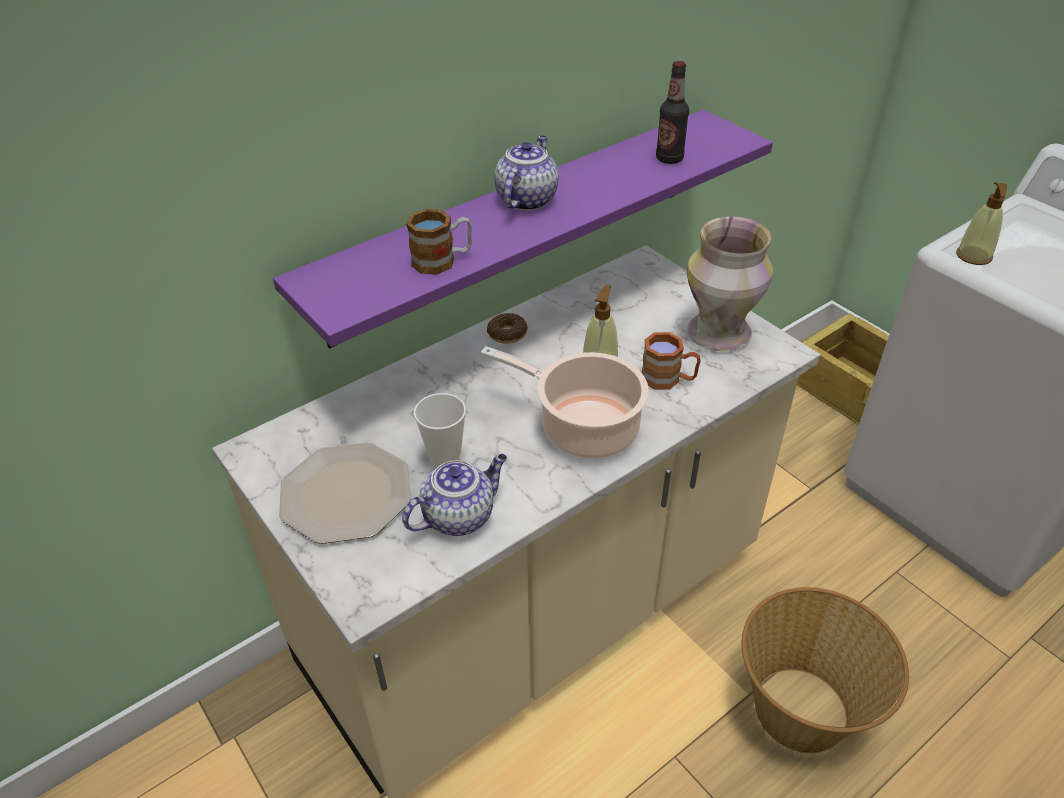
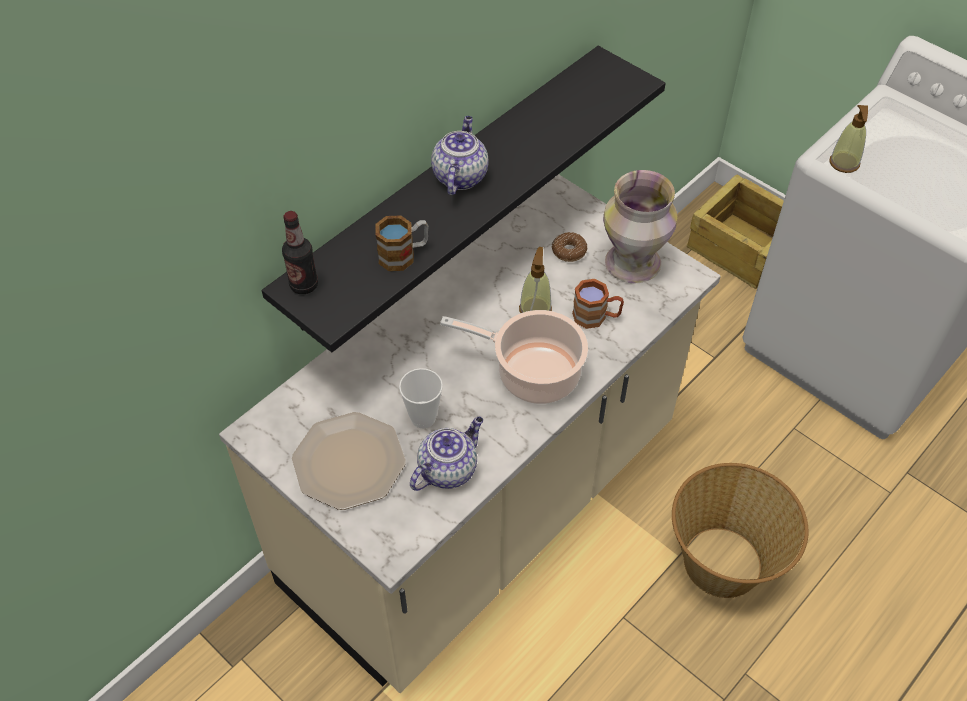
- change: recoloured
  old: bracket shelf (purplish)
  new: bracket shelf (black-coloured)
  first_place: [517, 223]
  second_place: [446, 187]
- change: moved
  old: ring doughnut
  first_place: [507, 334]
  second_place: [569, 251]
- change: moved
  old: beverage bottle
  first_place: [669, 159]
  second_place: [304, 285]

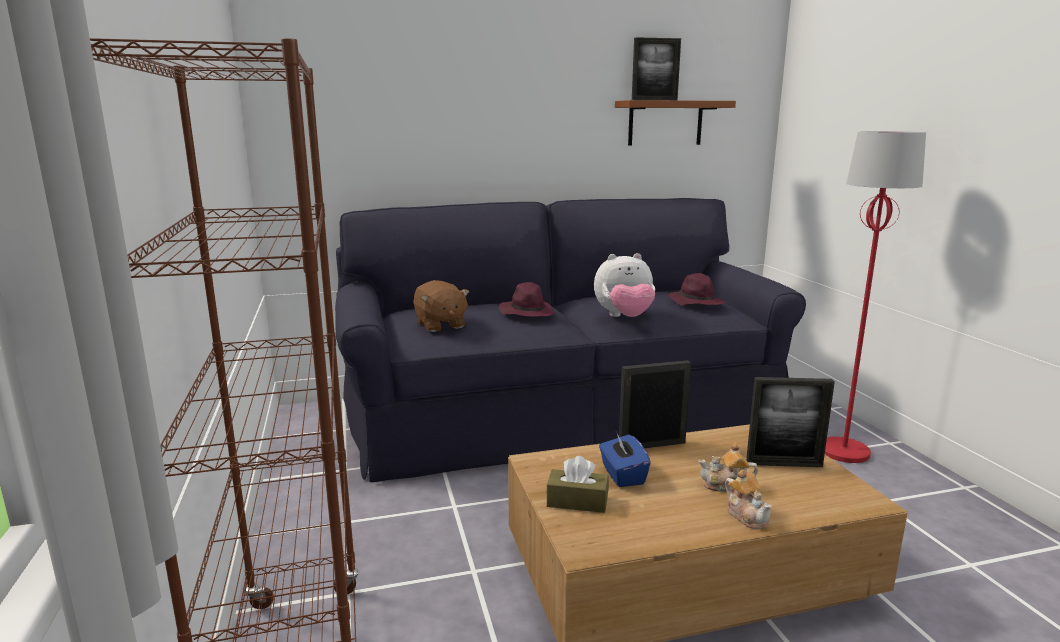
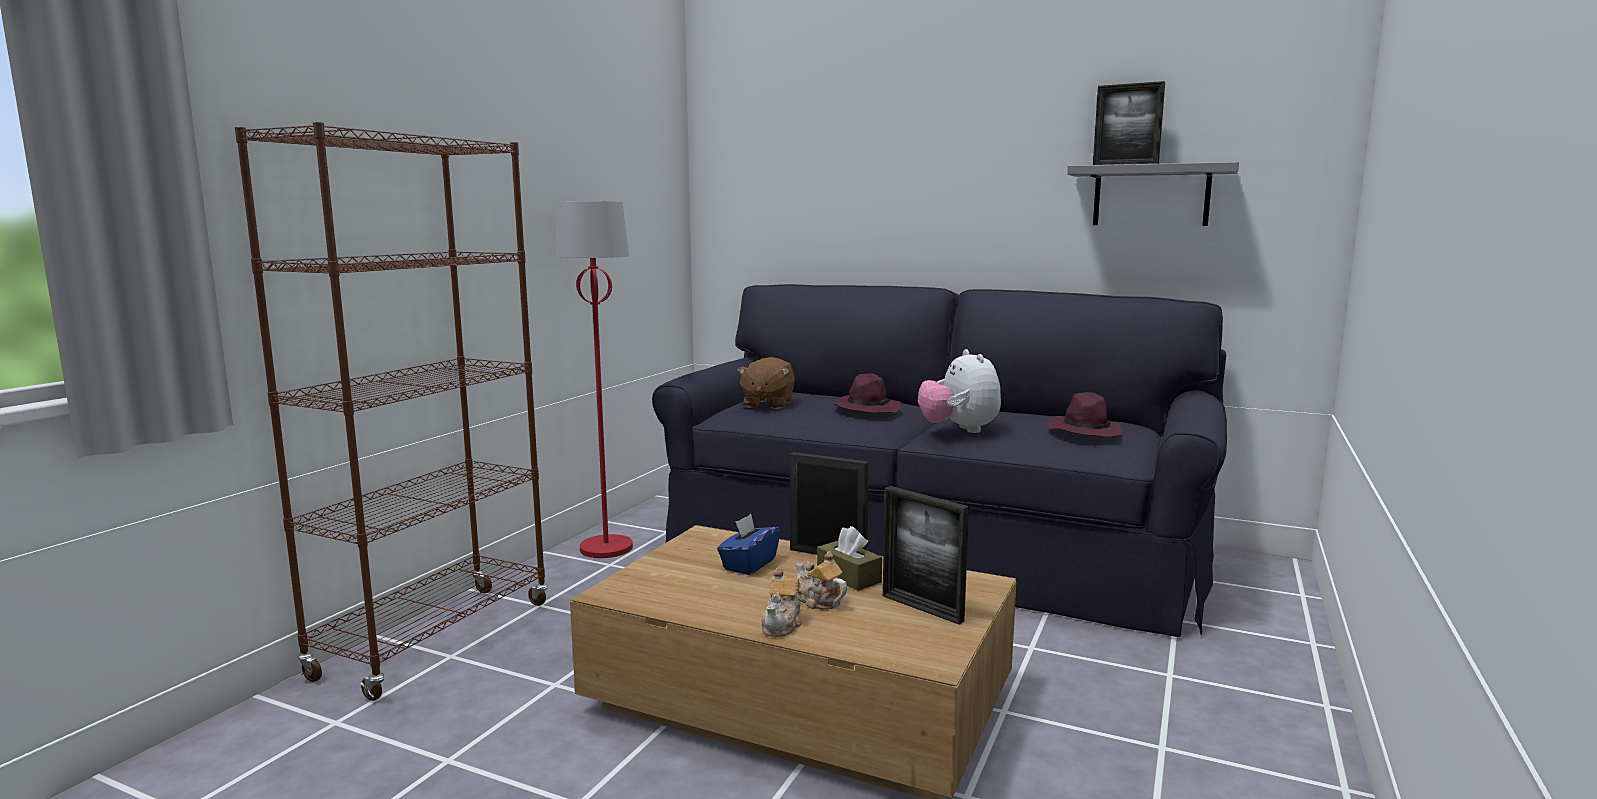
- change: moved
  old: box of tissues (brownish)
  first_place: [577, 501]
  second_place: [848, 577]
- change: turned
  old: plush toy
  first_place: [624, 317]
  second_place: [959, 430]
  degrees: 45
- change: recoloured
  old: bracket shelf (brownish)
  new: bracket shelf (grey)
  first_place: [665, 123]
  second_place: [1151, 196]
- change: moved
  old: standard lamp (red-coloured)
  first_place: [844, 451]
  second_place: [607, 548]

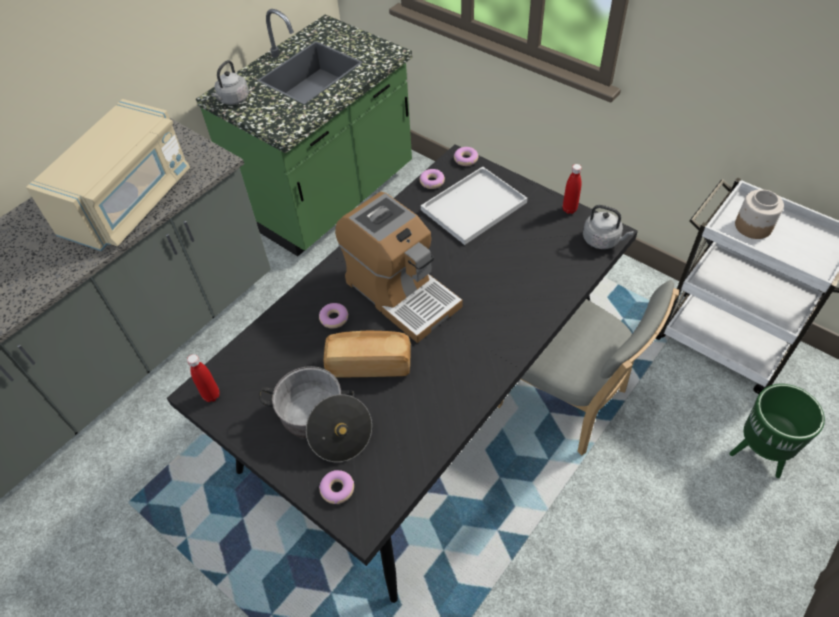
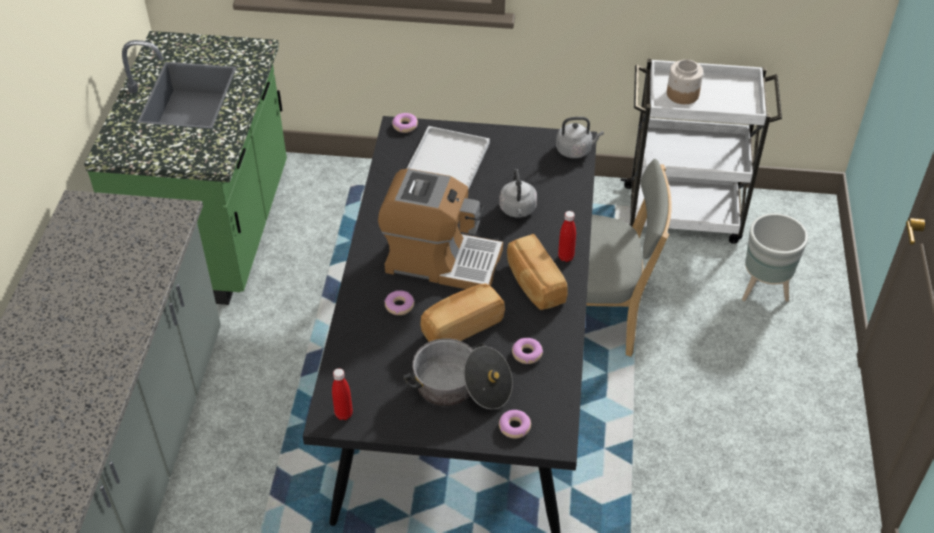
- change: removed
  old: microwave oven (sand-coloured)
  first_place: [129, 202]
- change: moved
  old: tea kettle (grey)
  first_place: [233, 100]
  second_place: [518, 210]
- change: moved
  old: ring doughnut
  first_place: [432, 182]
  second_place: [527, 354]
- change: moved
  old: beverage bottle (red-coloured)
  first_place: [569, 209]
  second_place: [565, 257]
- change: recoloured
  old: plant pot (green-coloured)
  new: plant pot (grey)
  first_place: [759, 455]
  second_place: [764, 290]
- change: added
  new: bakery bread
  second_place: [534, 284]

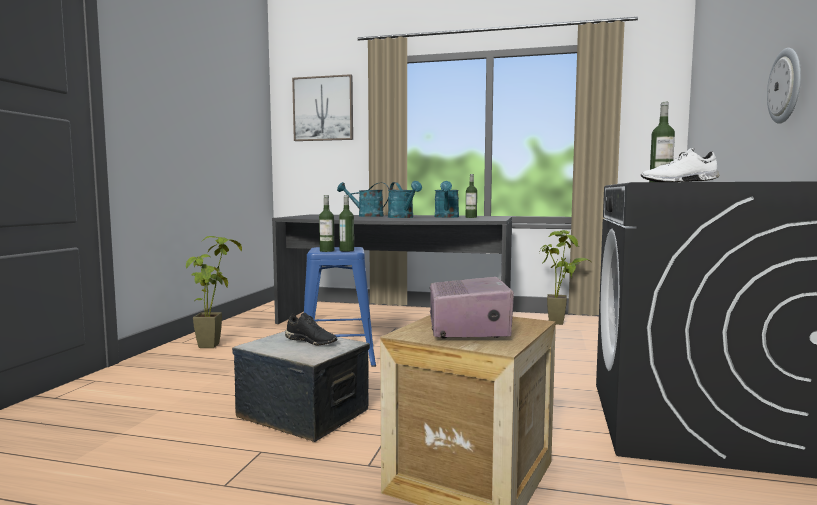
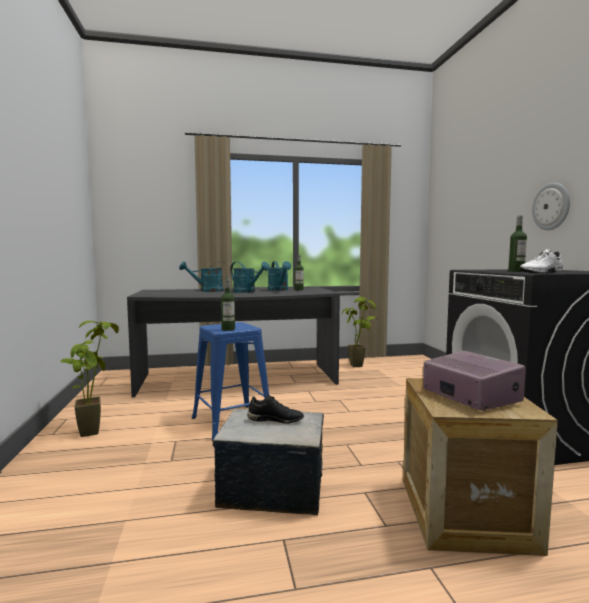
- change: removed
  old: wall picture
  first_place: [323, 109]
- change: removed
  old: beverage bottle
  first_place: [346, 250]

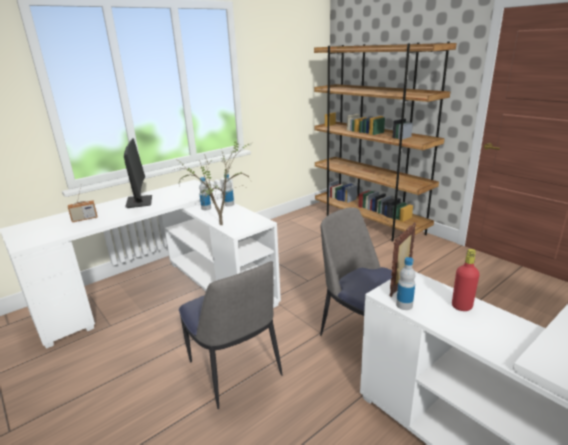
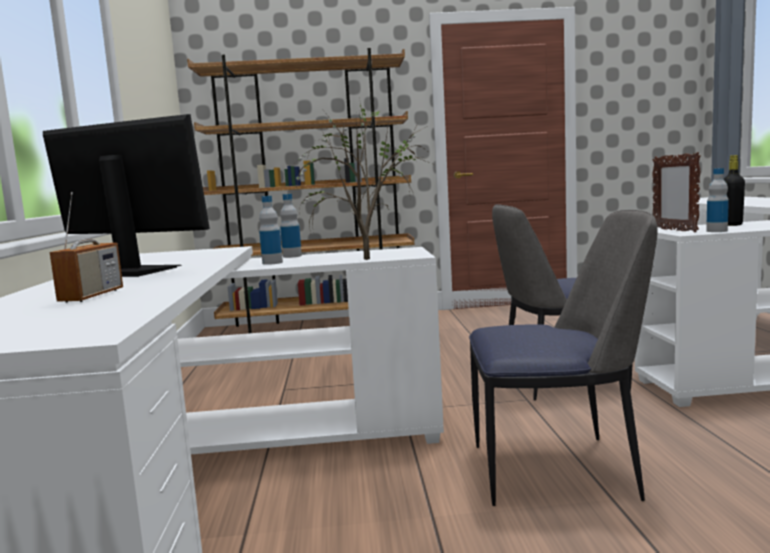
- change: recoloured
  old: beverage bottle (red-coloured)
  new: beverage bottle (black-coloured)
  first_place: [461, 306]
  second_place: [731, 225]

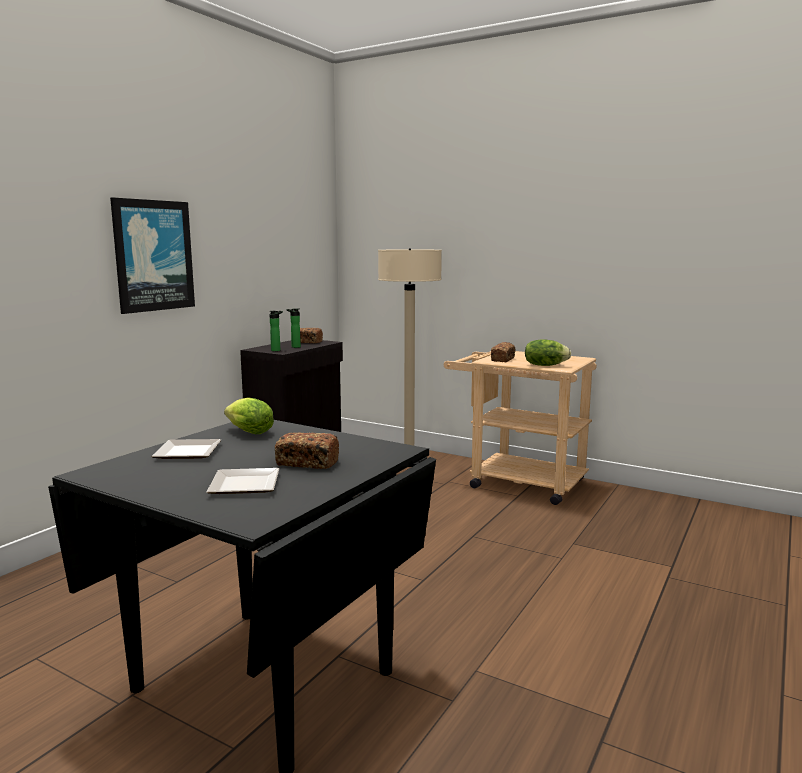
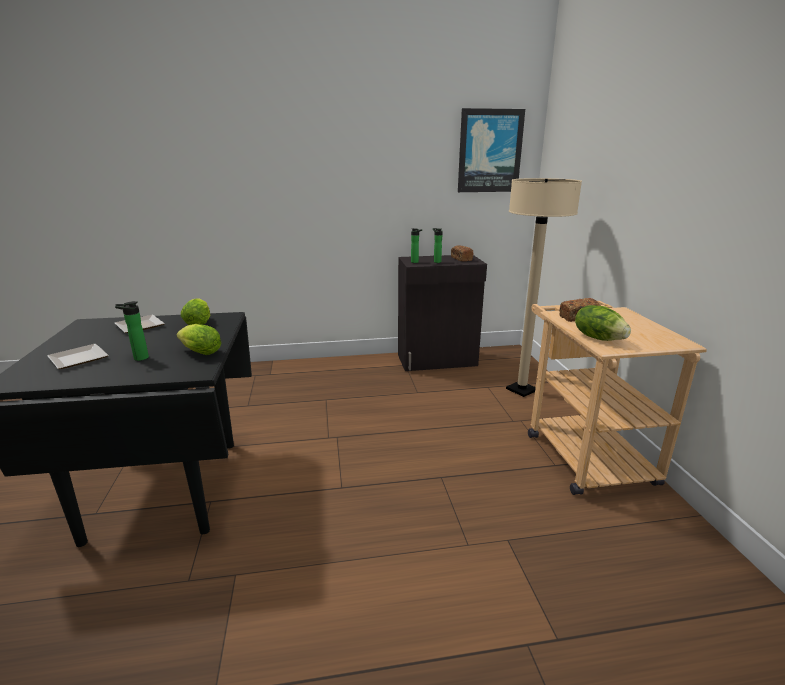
- change: moved
  old: wall picture
  first_place: [153, 255]
  second_place: [489, 151]
- change: replaced
  old: bakery bread
  new: beverage bottle
  first_place: [307, 463]
  second_place: [138, 358]
- change: added
  new: lettuce head
  second_place: [199, 352]

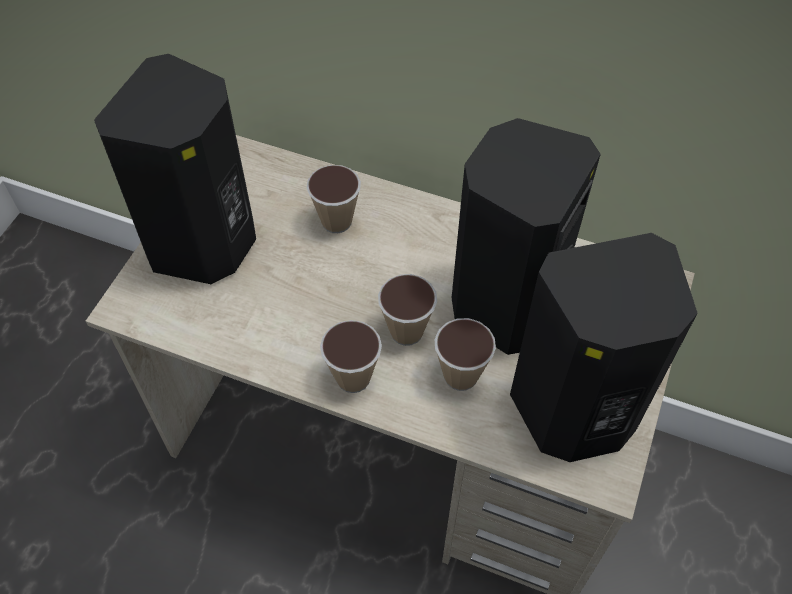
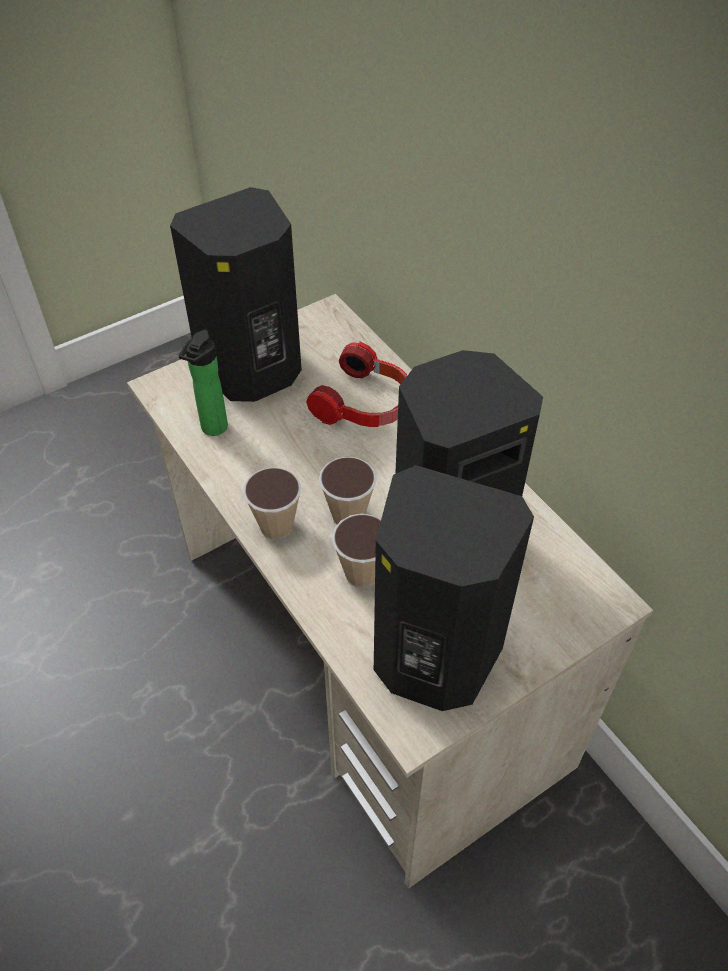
- change: replaced
  old: small cup
  new: headphones
  first_place: [336, 221]
  second_place: [366, 404]
- change: added
  new: beverage bottle
  second_place: [212, 429]

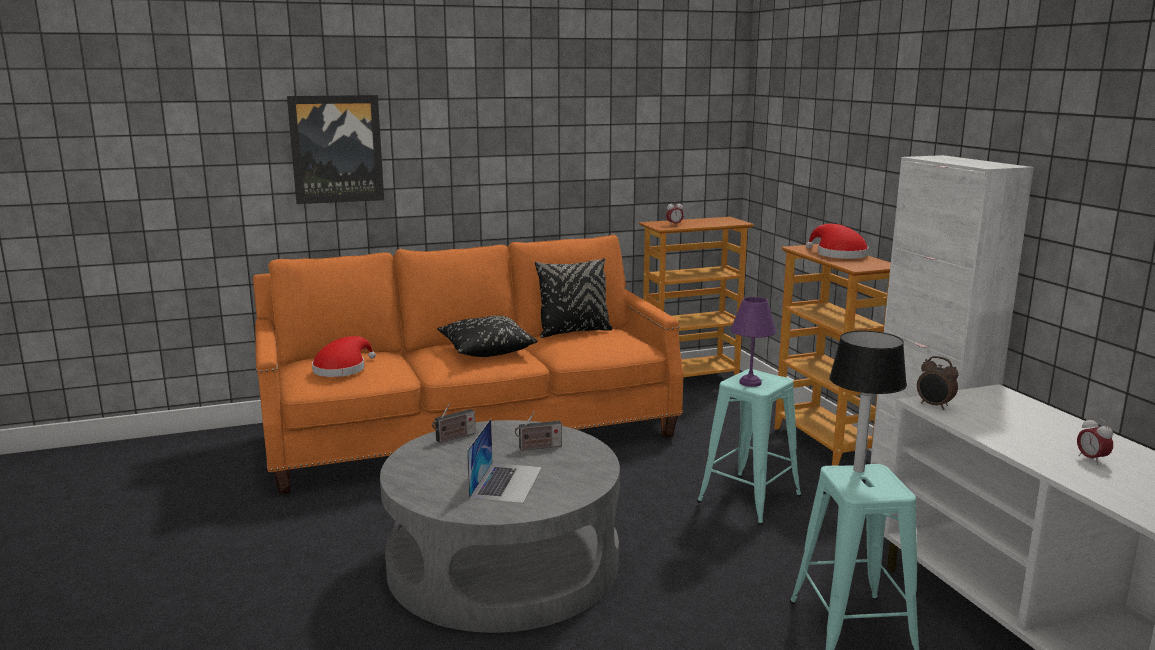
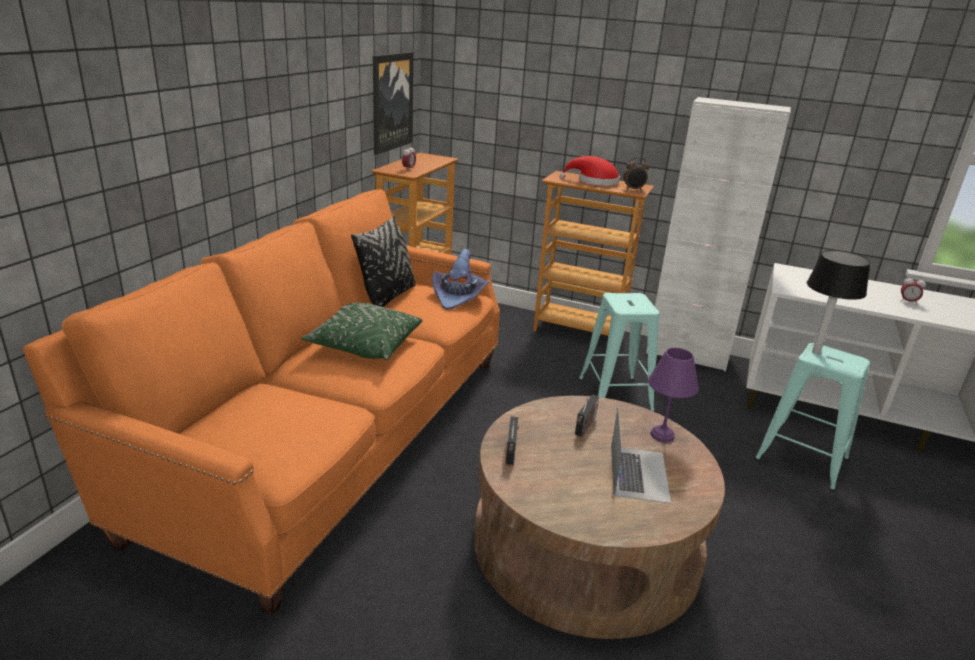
- change: moved
  old: wall picture
  first_place: [336, 149]
  second_place: [391, 102]
- change: removed
  old: hat (red-coloured)
  first_place: [342, 369]
- change: recoloured
  old: coffee table (grey)
  new: coffee table (brownish)
  first_place: [503, 562]
  second_place: [586, 543]
- change: recoloured
  old: pillow (black-coloured)
  new: pillow (green-coloured)
  first_place: [486, 350]
  second_place: [364, 345]
- change: turned
  old: laptop
  first_place: [506, 482]
  second_place: [638, 473]
  degrees: 45
- change: moved
  old: lamp for a table (purplish)
  first_place: [751, 383]
  second_place: [663, 435]
- change: moved
  old: bedside clock
  first_place: [934, 406]
  second_place: [633, 189]
- change: added
  new: hat (purplish)
  second_place: [458, 296]

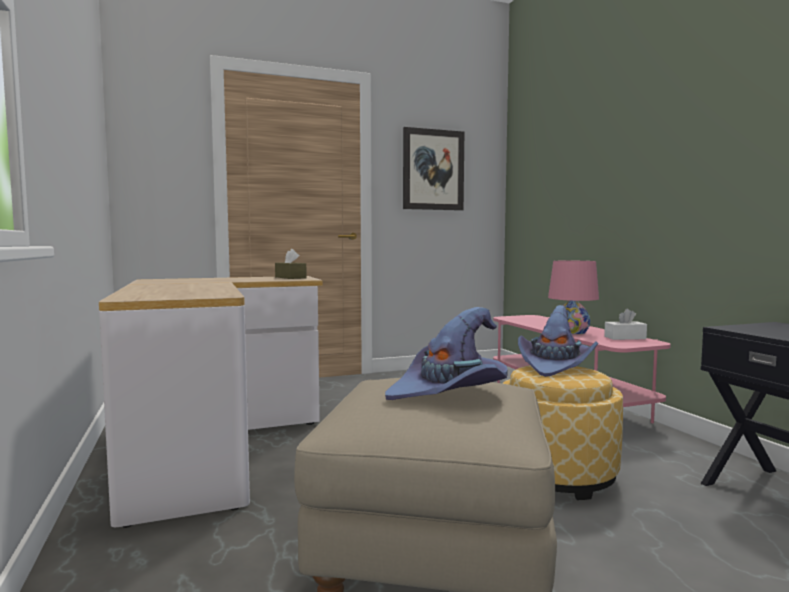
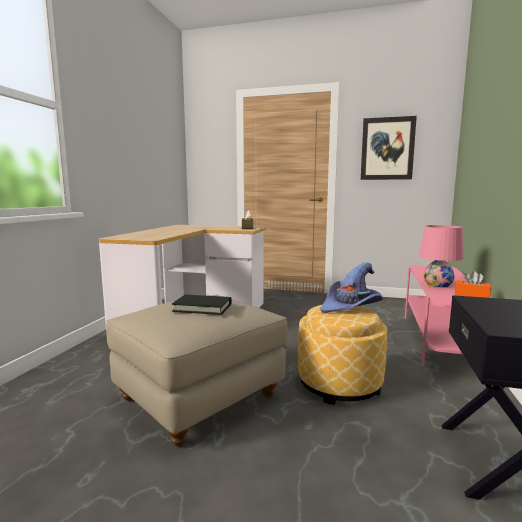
- change: replaced
  old: hat (purplish)
  new: volume (black-coloured)
  first_place: [450, 391]
  second_place: [202, 307]
- change: recoloured
  old: box of tissues (white-coloured)
  new: box of tissues (orangey)
  first_place: [625, 337]
  second_place: [471, 296]

